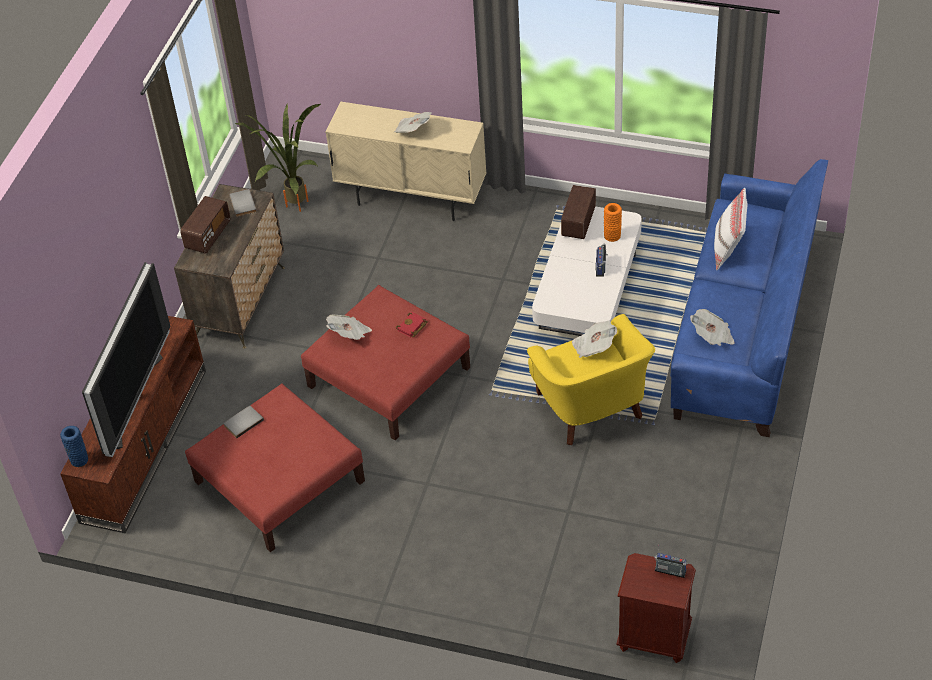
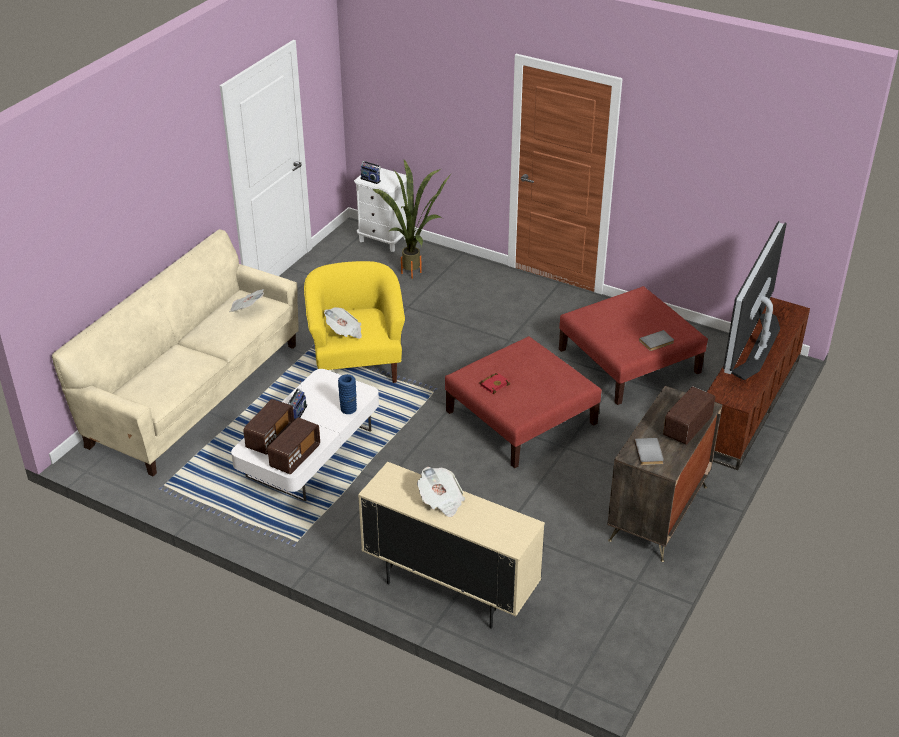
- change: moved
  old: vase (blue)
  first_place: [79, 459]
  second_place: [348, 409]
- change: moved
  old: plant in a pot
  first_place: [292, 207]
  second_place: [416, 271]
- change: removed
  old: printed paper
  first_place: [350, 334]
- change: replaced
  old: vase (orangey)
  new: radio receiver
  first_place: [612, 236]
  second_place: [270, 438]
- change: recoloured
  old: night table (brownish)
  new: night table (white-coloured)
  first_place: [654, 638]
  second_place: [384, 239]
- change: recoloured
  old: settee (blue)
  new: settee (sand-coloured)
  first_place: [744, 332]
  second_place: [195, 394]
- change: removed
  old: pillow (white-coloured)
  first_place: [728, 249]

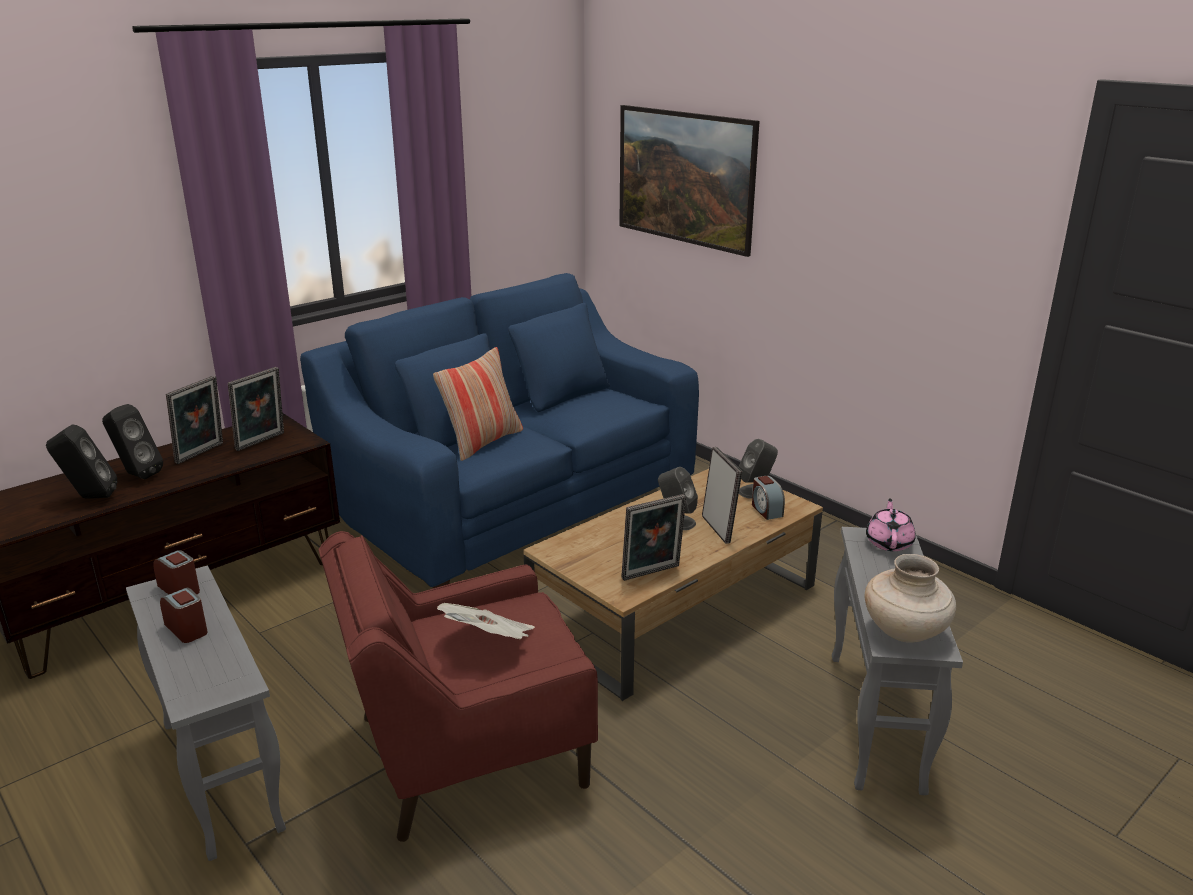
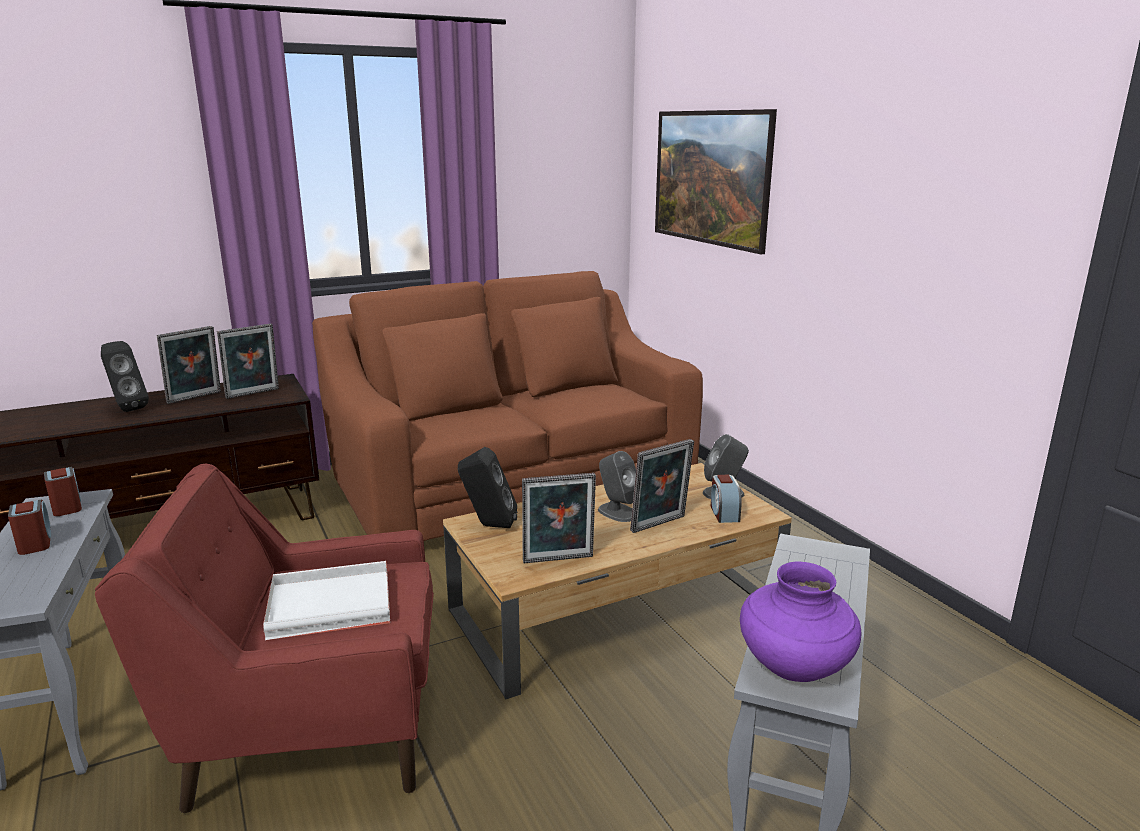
- change: moved
  old: audio speaker (black-coloured)
  first_place: [89, 498]
  second_place: [488, 525]
- change: recoloured
  old: settee (blue)
  new: settee (brownish)
  first_place: [515, 501]
  second_place: [511, 485]
- change: removed
  old: pillow
  first_place: [482, 442]
- change: replaced
  old: printed paper
  new: tray (white-coloured)
  first_place: [490, 641]
  second_place: [333, 603]
- change: turned
  old: picture frame
  first_place: [719, 529]
  second_place: [660, 525]
  degrees: 60
- change: recoloured
  old: vase (sand-coloured)
  new: vase (purplish)
  first_place: [905, 632]
  second_place: [794, 667]
- change: removed
  old: teapot (pink)
  first_place: [889, 542]

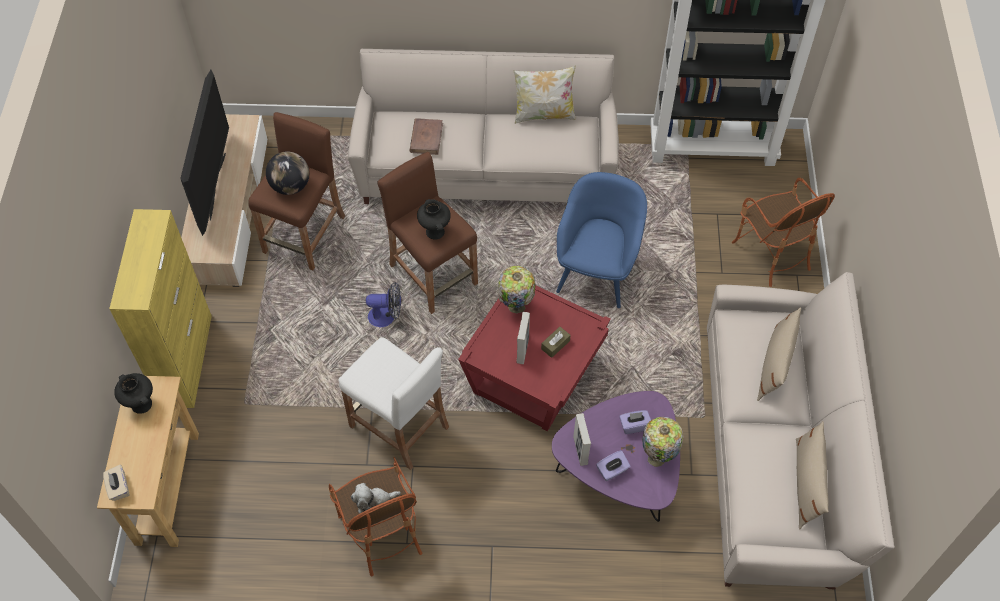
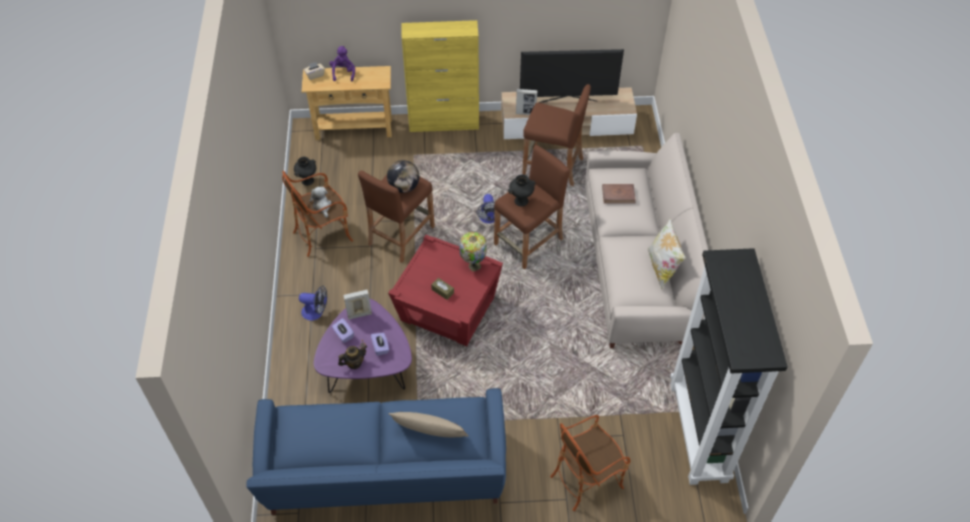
- change: moved
  old: vase (black-coloured)
  first_place: [140, 404]
  second_place: [307, 180]
- change: moved
  old: globe
  first_place: [290, 186]
  second_place: [404, 187]
- change: recoloured
  old: stool seat (white-coloured)
  new: stool seat (brownish)
  first_place: [399, 426]
  second_place: [401, 235]
- change: moved
  old: picture frame
  first_place: [522, 350]
  second_place: [525, 113]
- change: removed
  old: easy chair (blue)
  first_place: [596, 272]
- change: replaced
  old: lamp for a table
  new: teapot
  first_place: [658, 458]
  second_place: [354, 363]
- change: recoloured
  old: settee (sand-coloured)
  new: settee (blue)
  first_place: [775, 456]
  second_place: [385, 475]
- change: removed
  old: pillow (sand-coloured)
  first_place: [806, 484]
- change: added
  new: electric fan
  second_place: [316, 312]
- change: added
  new: plush toy (purplish)
  second_place: [343, 73]

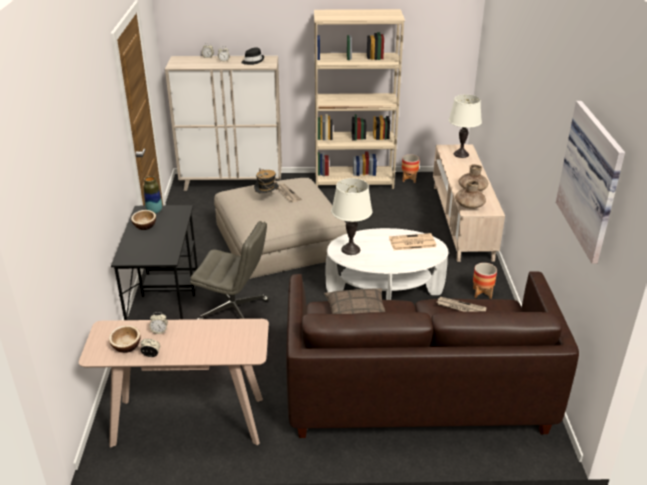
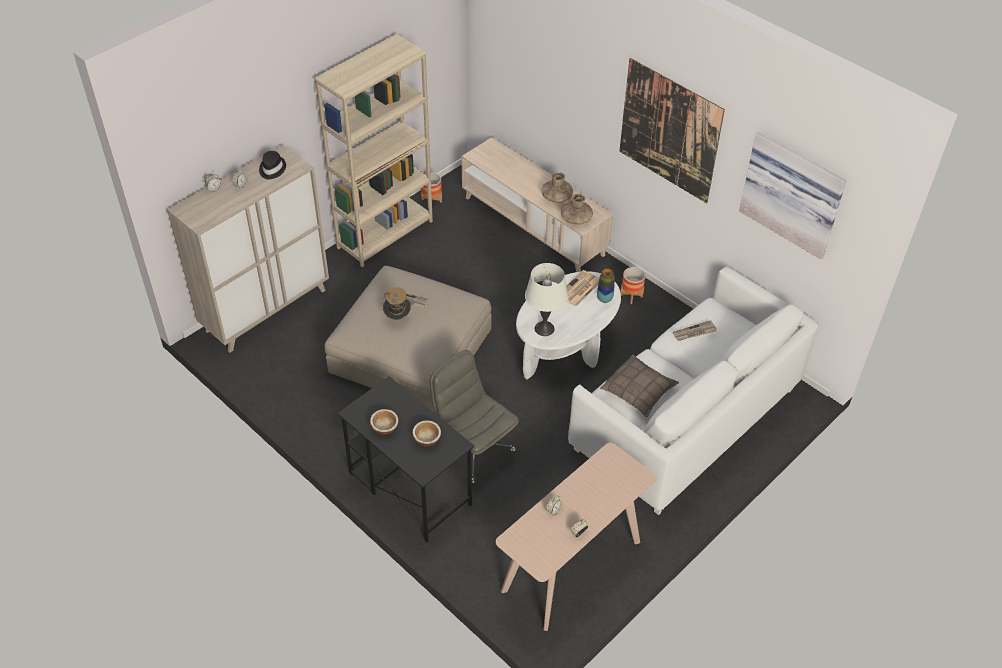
- change: moved
  old: bowl
  first_place: [126, 346]
  second_place: [427, 439]
- change: moved
  old: vase
  first_place: [154, 211]
  second_place: [604, 299]
- change: turned
  old: computer chair (grey)
  first_place: [234, 311]
  second_place: [473, 450]
  degrees: -105
- change: recoloured
  old: settee (brownish)
  new: settee (white-coloured)
  first_place: [415, 391]
  second_place: [685, 419]
- change: removed
  old: lamp for a table (white-coloured)
  first_place: [461, 154]
- change: added
  new: wall picture
  second_place: [669, 131]

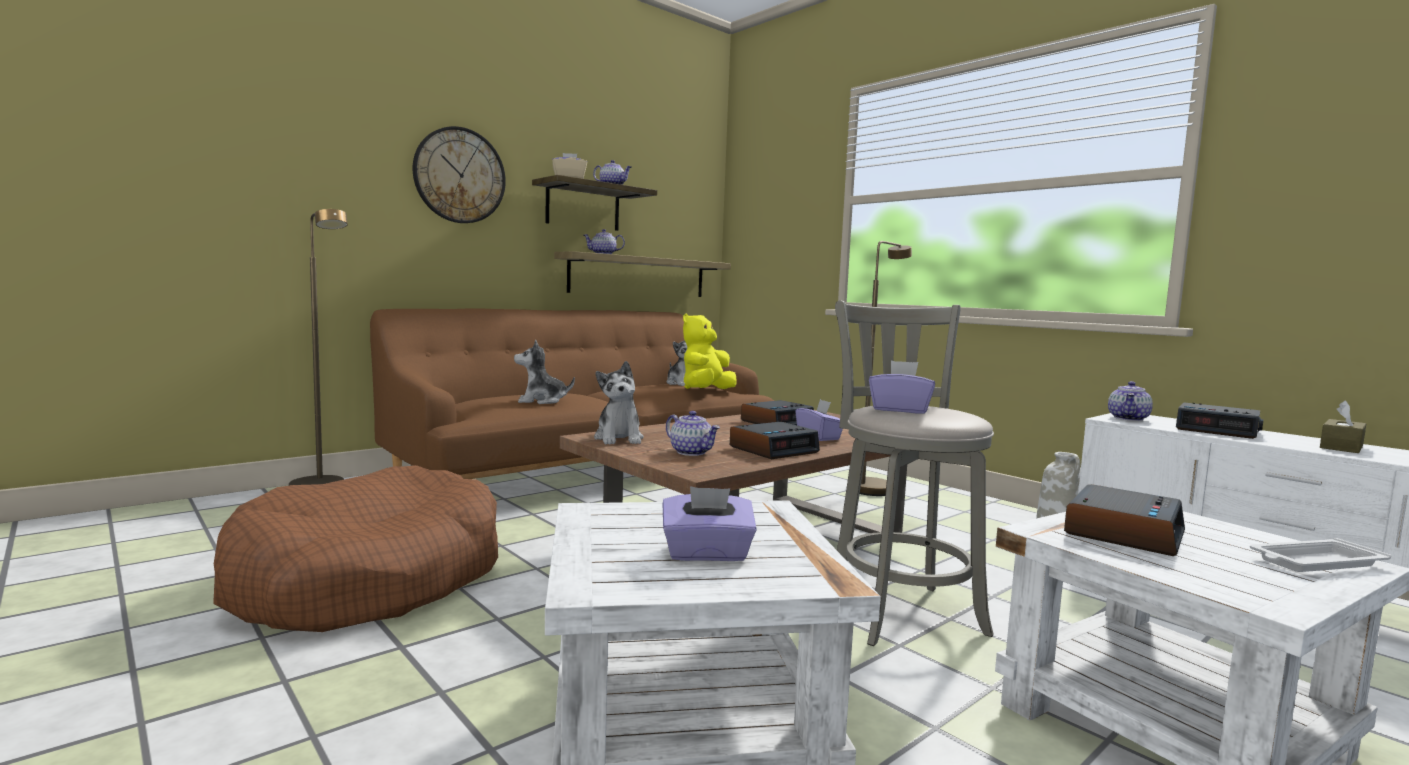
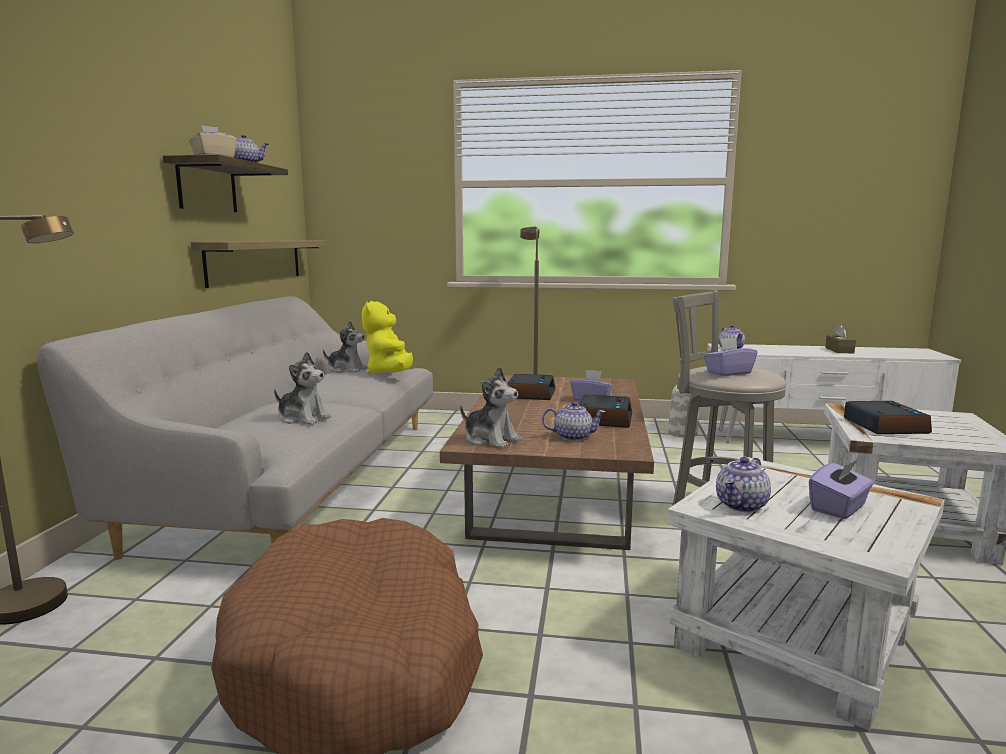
- change: recoloured
  old: settee (brownish)
  new: settee (grey)
  first_place: [588, 469]
  second_place: [297, 477]
- change: removed
  old: clock on the wall
  first_place: [459, 175]
- change: turned
  old: plush toy
  first_place: [541, 401]
  second_place: [303, 418]
  degrees: -105
- change: moved
  old: teapot
  first_place: [603, 254]
  second_place: [742, 505]
- change: removed
  old: bedside clock
  first_place: [1217, 430]
- change: removed
  old: tray (white-coloured)
  first_place: [1315, 562]

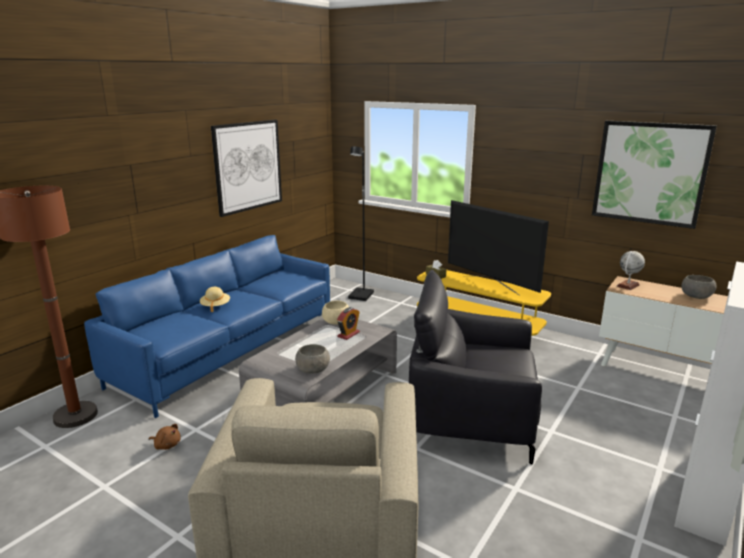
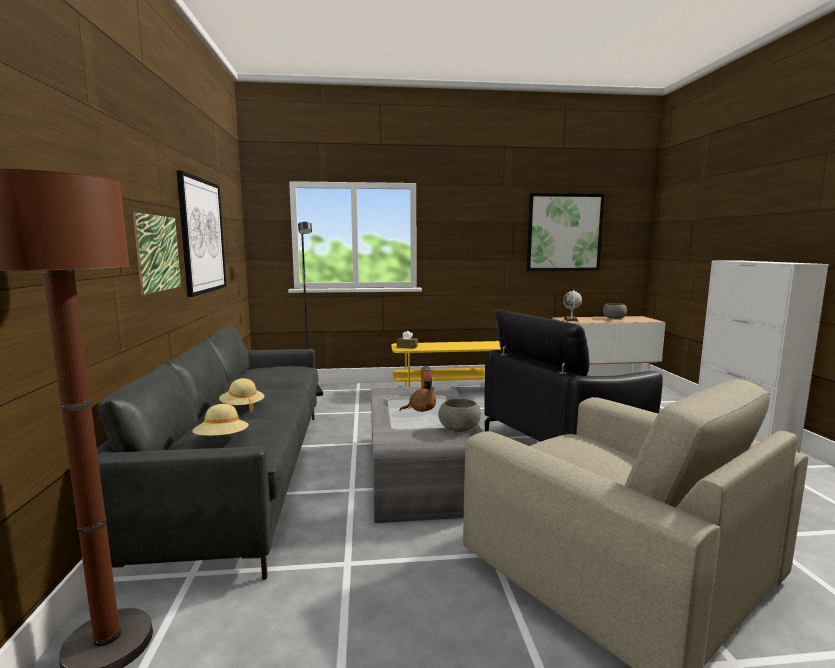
- change: recoloured
  old: settee (blue)
  new: settee (grey)
  first_place: [230, 352]
  second_place: [246, 476]
- change: moved
  old: plush toy (brownish)
  first_place: [166, 445]
  second_place: [420, 410]
- change: removed
  old: bowl (sand-coloured)
  first_place: [336, 321]
- change: removed
  old: TV set
  first_place: [490, 285]
- change: added
  new: wall picture
  second_place: [158, 253]
- change: added
  new: hat (sand-coloured)
  second_place: [222, 440]

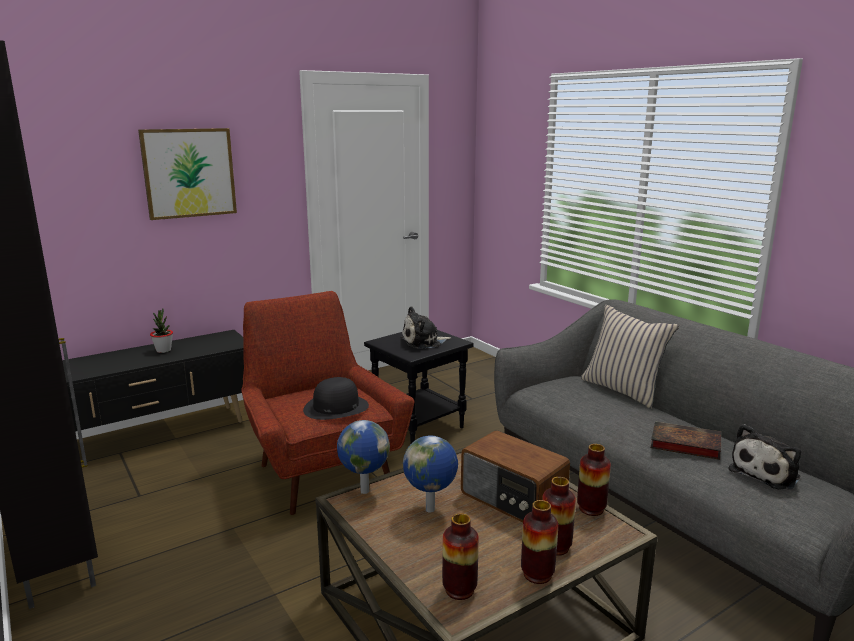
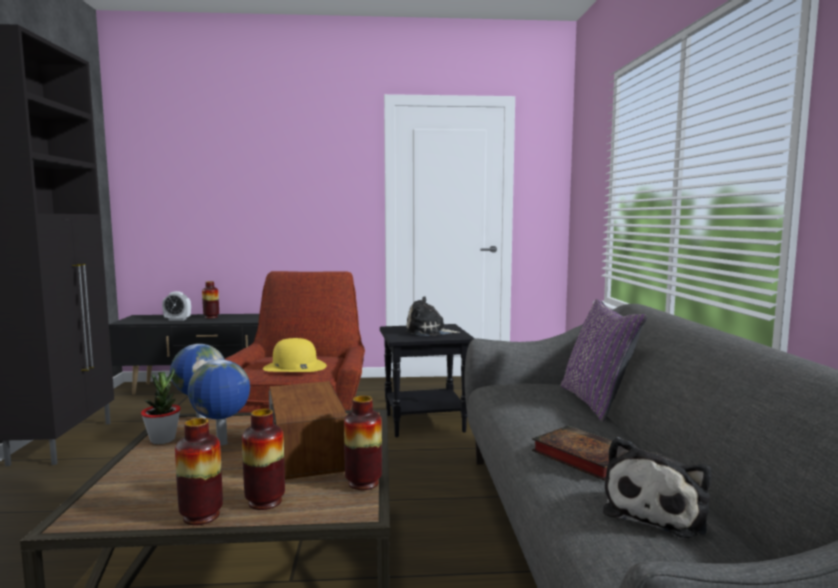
- change: removed
  old: wall picture
  first_place: [189, 173]
- change: moved
  old: plant in a pot
  first_place: [163, 350]
  second_place: [163, 440]
- change: recoloured
  old: hat (black-coloured)
  new: hat (yellow)
  first_place: [336, 407]
  second_place: [294, 367]
- change: moved
  old: vase
  first_place: [459, 590]
  second_place: [211, 317]
- change: recoloured
  old: pillow (sand-coloured)
  new: pillow (purplish)
  first_place: [623, 390]
  second_place: [597, 402]
- change: turned
  old: plush toy
  first_place: [766, 473]
  second_place: [657, 511]
  degrees: -45
- change: added
  new: bedside clock
  second_place: [177, 320]

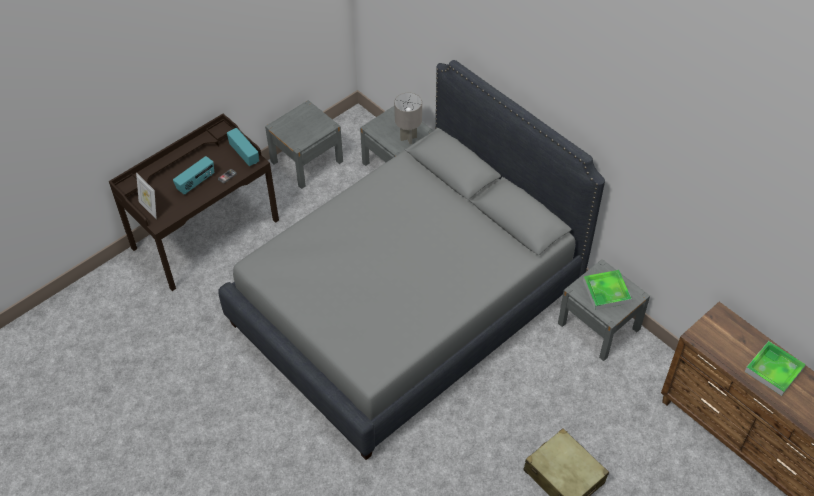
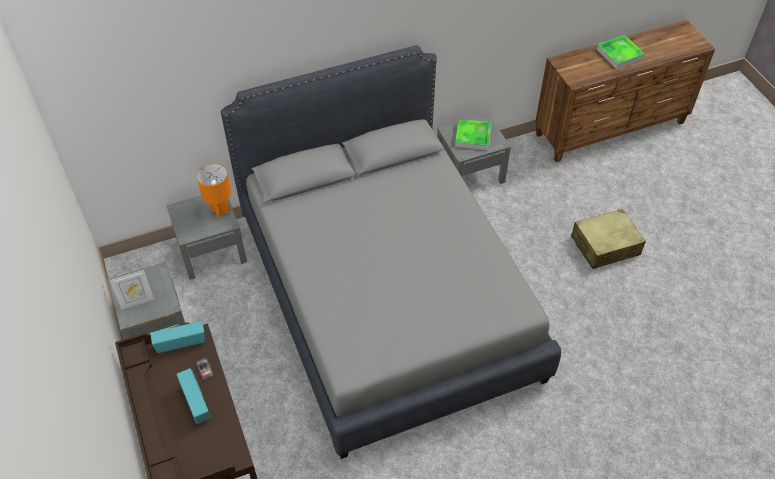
- change: moved
  old: picture frame
  first_place: [150, 209]
  second_place: [137, 301]
- change: recoloured
  old: lamp for a table (grey)
  new: lamp for a table (orangey)
  first_place: [408, 138]
  second_place: [220, 211]

